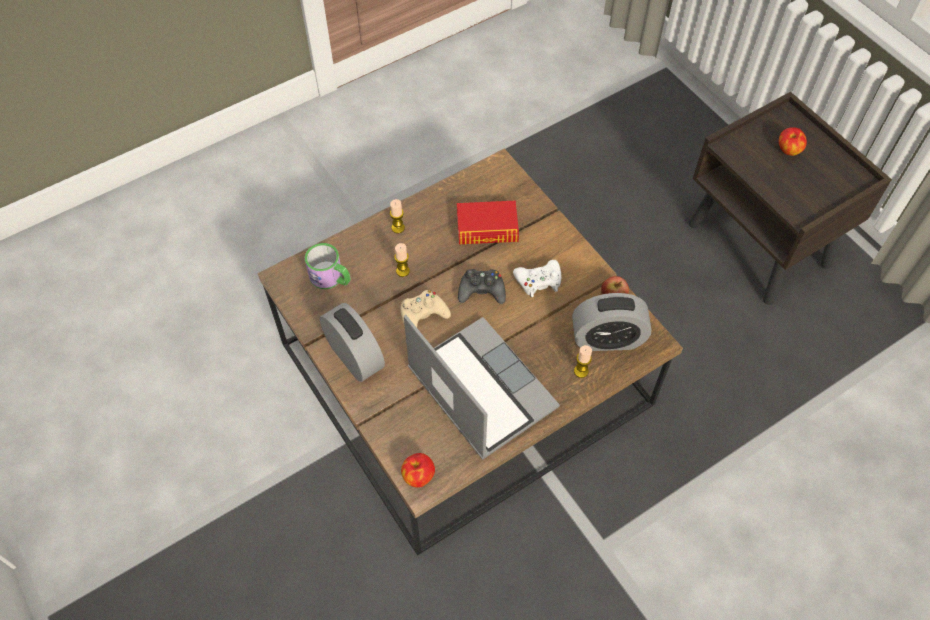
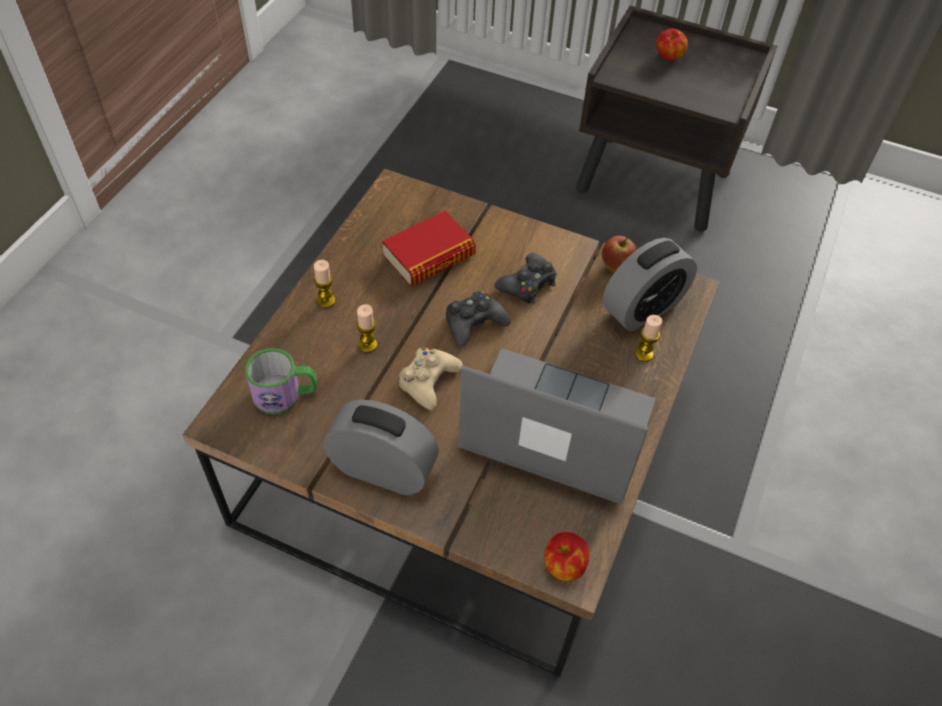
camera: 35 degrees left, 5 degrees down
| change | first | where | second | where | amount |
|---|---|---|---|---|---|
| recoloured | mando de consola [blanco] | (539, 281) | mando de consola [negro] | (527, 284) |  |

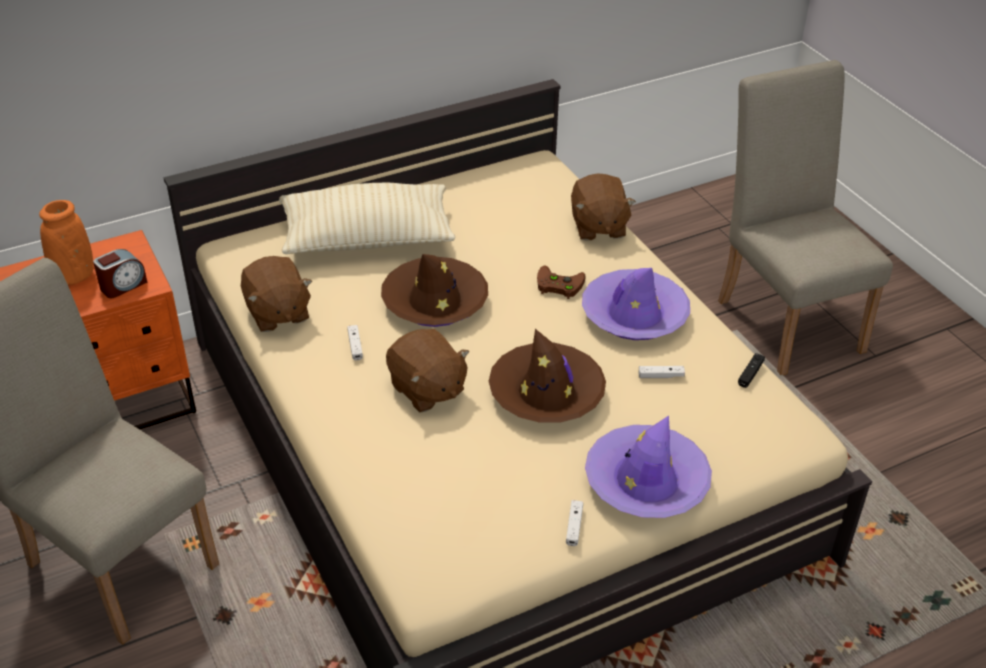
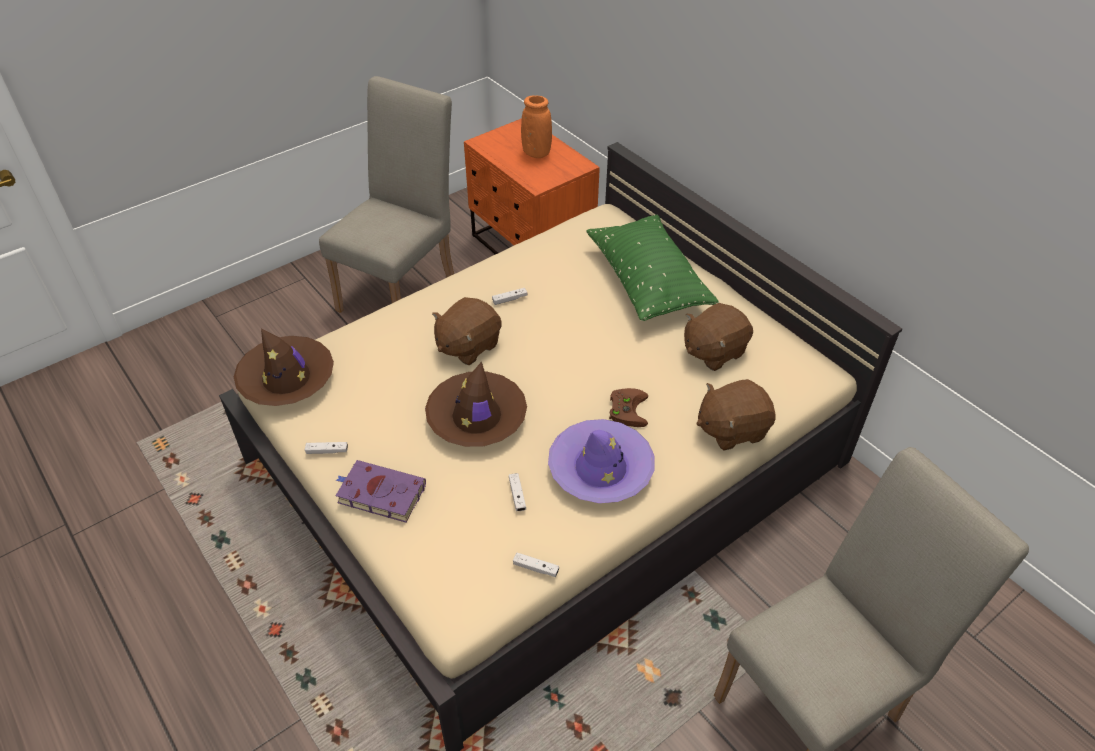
camera: 80 degrees right, 5 degrees up
| change | first | where | second | where | amount |
|---|---|---|---|---|---|
| removed | despertador | (123, 286) |  |  |  |
| moved | peluche [marrón] | (277, 313) |  | (713, 351) |  |
| moved | sombrero [marrón] | (435, 301) |  | (287, 379) |  |
| replaced | sombrero [morado] | (646, 481) | libro [morado] | (379, 493) |  |
| recoloured | cojín [beis] | (367, 238) | cojín [verde] | (647, 282) |  |
| recoloured | mando de consola [negro] | (750, 374) | mando de consola [blanco] | (536, 568) |  |

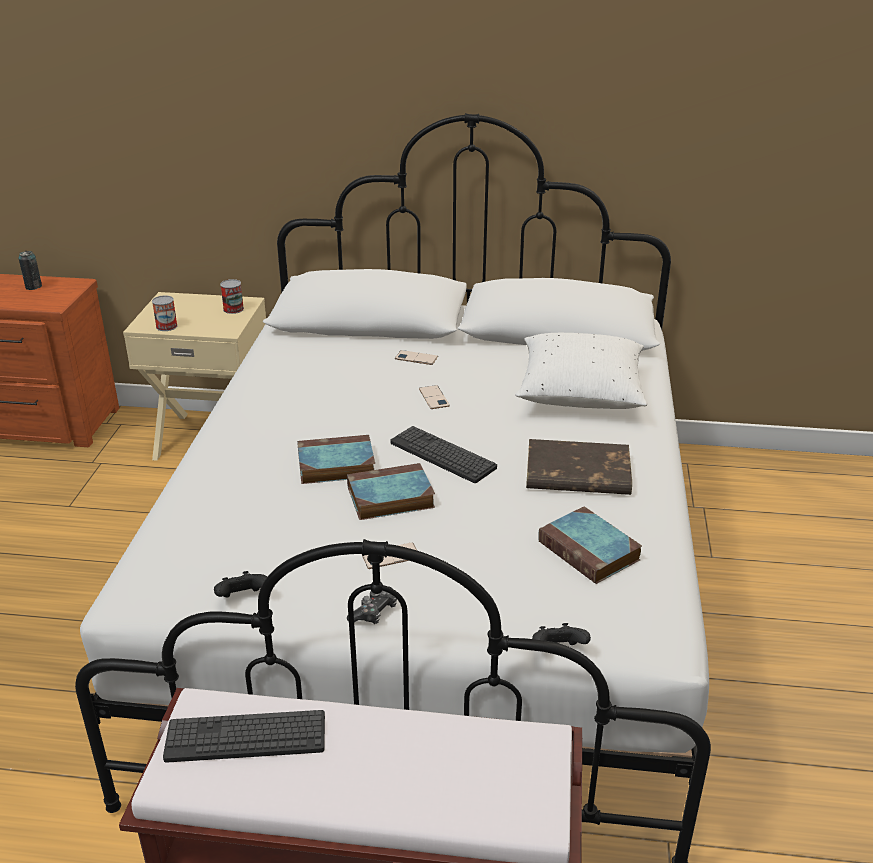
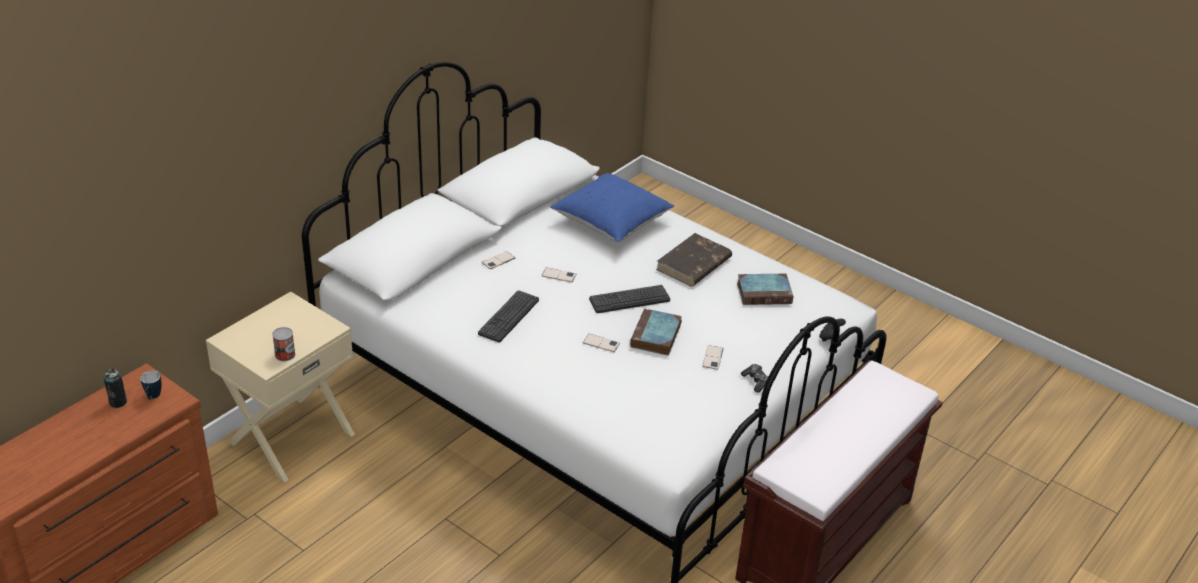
camera: 60 degrees left, 5 degrees up
| change | first | where | second | where | amount |
|---|---|---|---|---|---|
| removed | mando de consola [negro] | (242, 598) |  |  |  |
| removed | lata | (233, 309) |  |  |  |
| added |  |  | taza grande | (153, 397) |  |
| moved | teclado | (246, 737) |  | (509, 317) |  |
| replaced | libro | (334, 465) | móvil | (601, 343) |  |
| recoloured | cojín [blanco] | (580, 394) | cojín [azul] | (611, 223) |  |

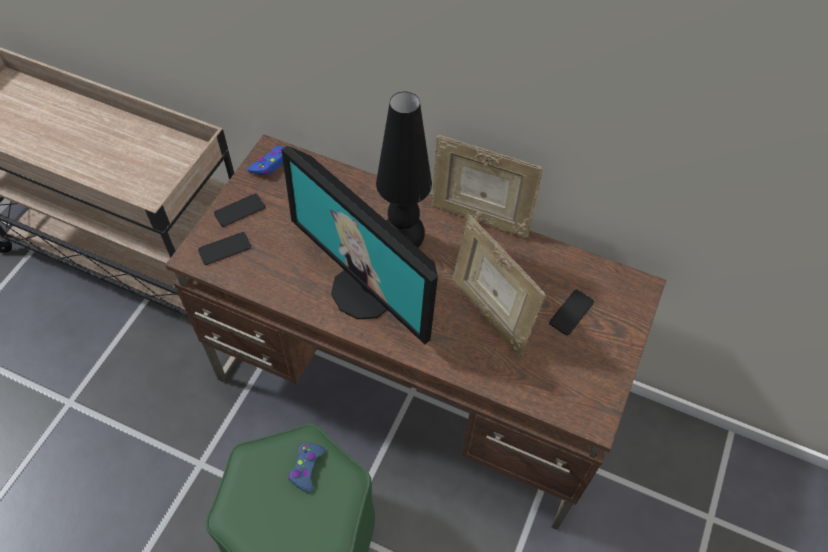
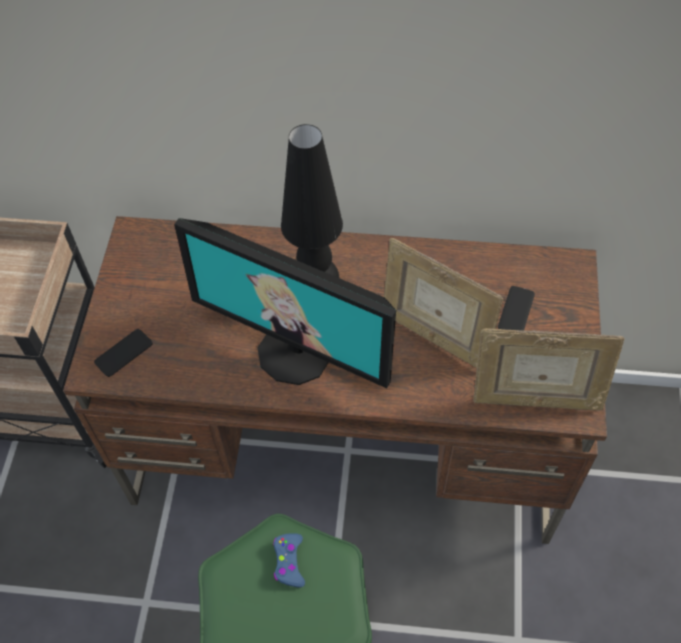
camera: 15 degrees left, 0 degrees up
| change | first | where | second | where | amount |
|---|---|---|---|---|---|
| removed | móvil | (239, 210) |  |  |  |
| removed | mando de consola [azul] | (270, 164) |  |  |  |
| moved | portarretratos | (479, 217) |  | (535, 400) |  |

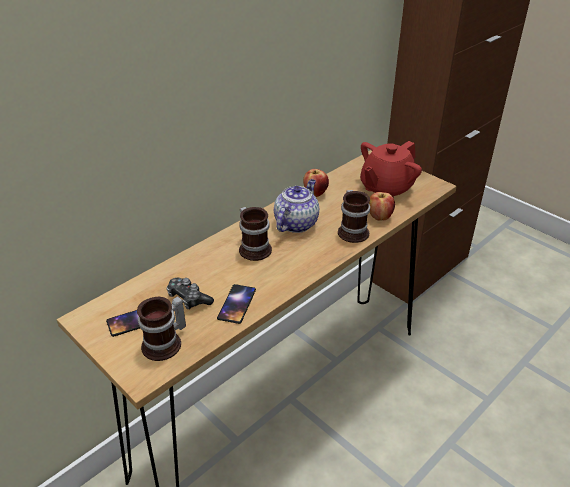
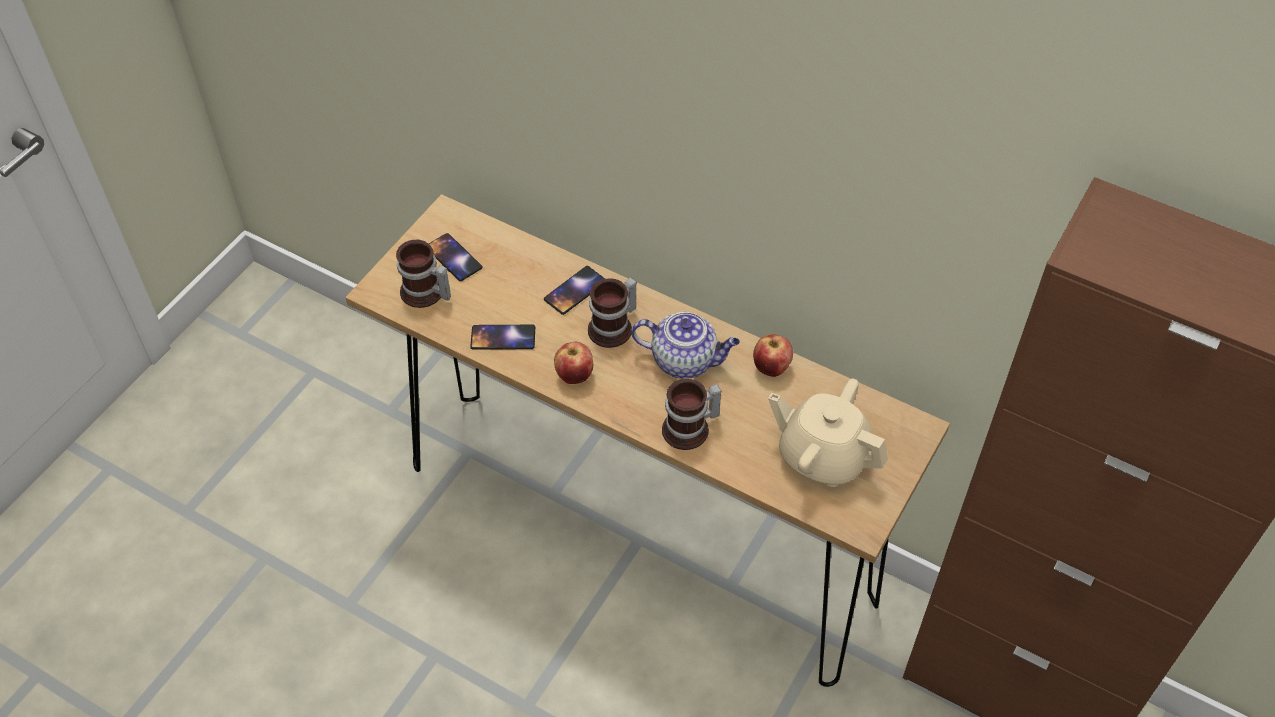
camera: 75 degrees right, 15 degrees up
| change | first | where | second | where | amount |
|---|---|---|---|---|---|
| removed | mando de consola | (189, 298) |  |  |  |
| added |  |  | móvil | (575, 290) |  |
| moved | manzana | (380, 217) |  | (575, 375) |  |
| recoloured | tetera [rojo] | (386, 188) | tetera [beis] | (822, 456) |  |

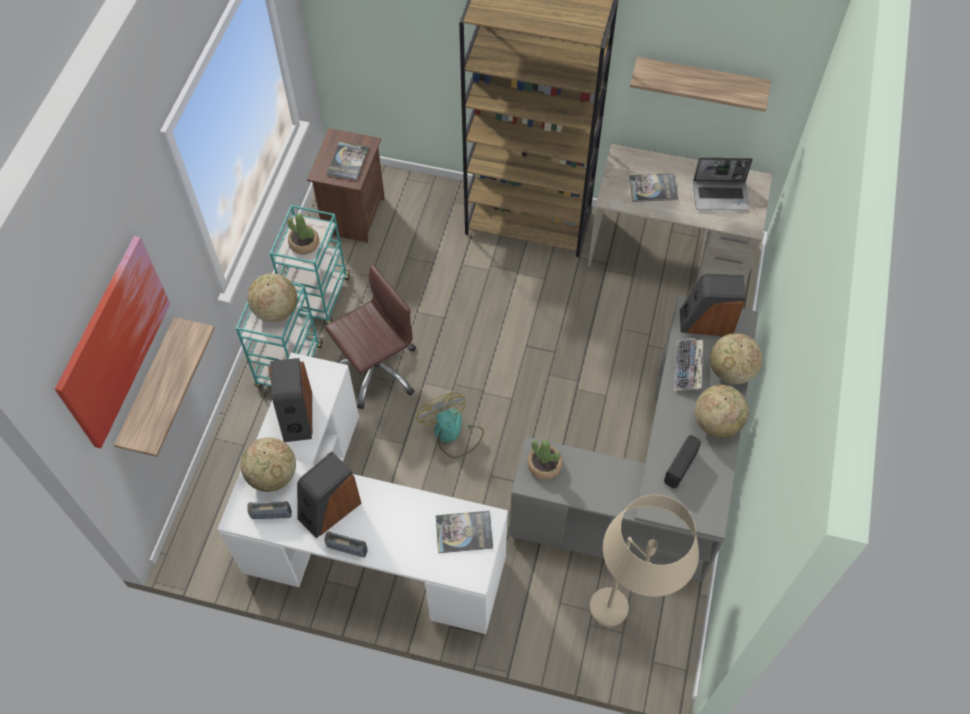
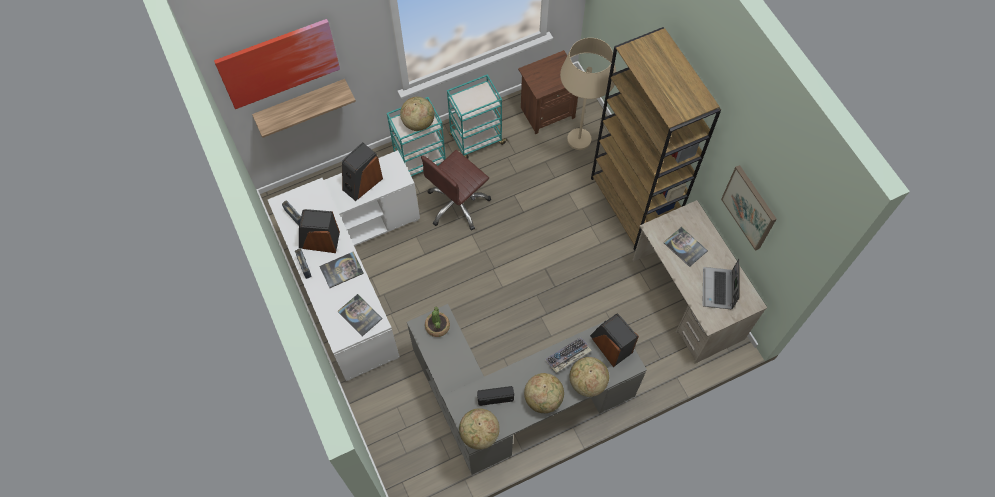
camera: 50 degrees right, 5 degrees up
| change | first | where | second | where | amount |
|---|---|---|---|---|---|
| removed | planta en maceta | (304, 244) |  |  |  |
| removed | ventilador | (452, 433) |  |  |  |
| moved | globo terráqueo | (273, 476) |  | (479, 434) |  |
| moved | libro | (348, 161) |  | (341, 270) |  |
| moved | lámpara de pie [beis] | (624, 623) |  | (577, 151) |  |
| replaced | estante | (700, 82) | cuadro | (749, 207) |  |
| turned | silla de oficina [marrón] | (376, 370) |  | (458, 204) | 120 degrees clockwise |
| turned | portátil | (721, 195) |  | (718, 289) | 45 degrees clockwise |

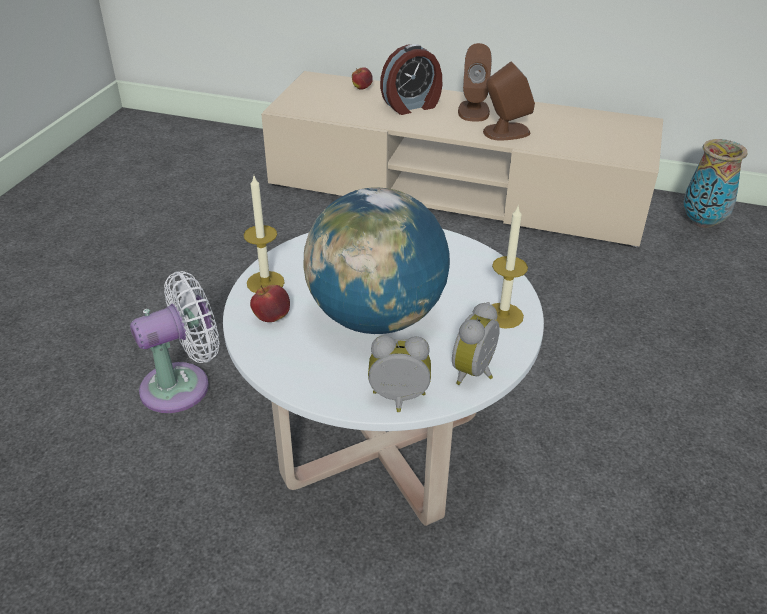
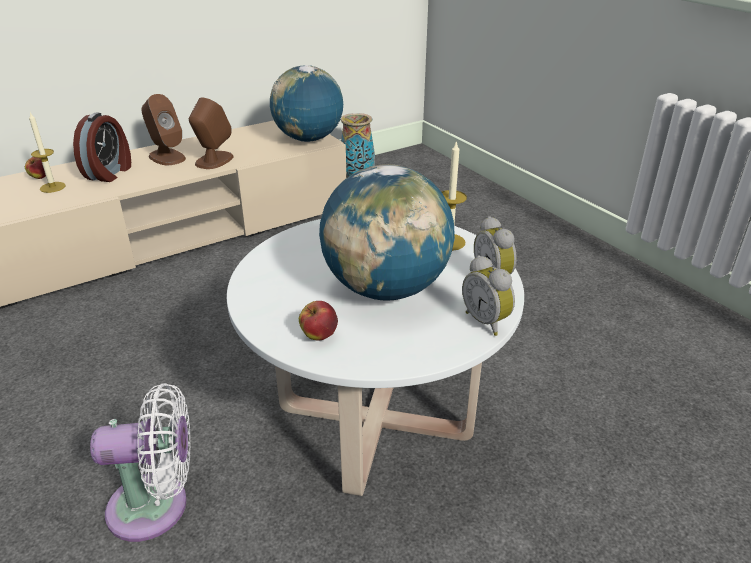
camera: 50 degrees left, 5 degrees down
| change | first | where | second | where | amount |
|---|---|---|---|---|---|
| added |  |  | globo terráqueo | (308, 139) |  |
| moved | vela | (265, 282) |  | (52, 187) |  |
| turned | ventilador [blanco] | (182, 385) |  | (156, 506) | 75 degrees clockwise |
| turned | despertador | (398, 400) |  | (487, 321) | 75 degrees counterclockwise |

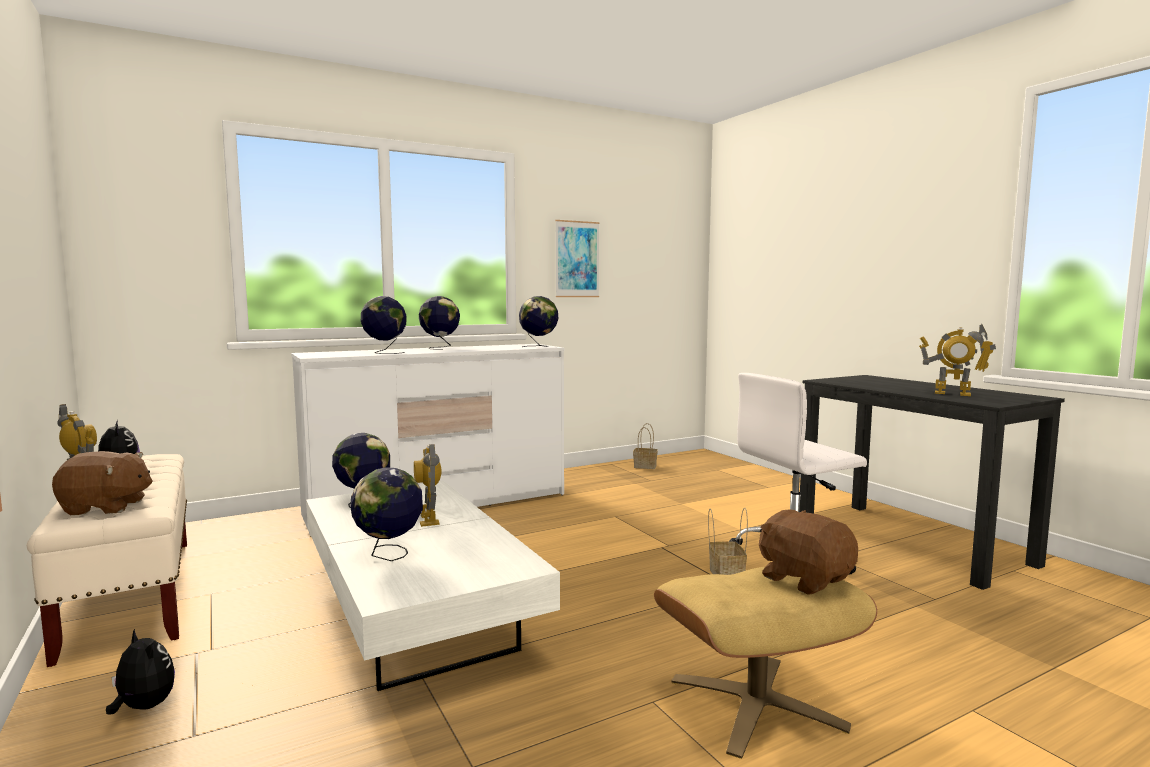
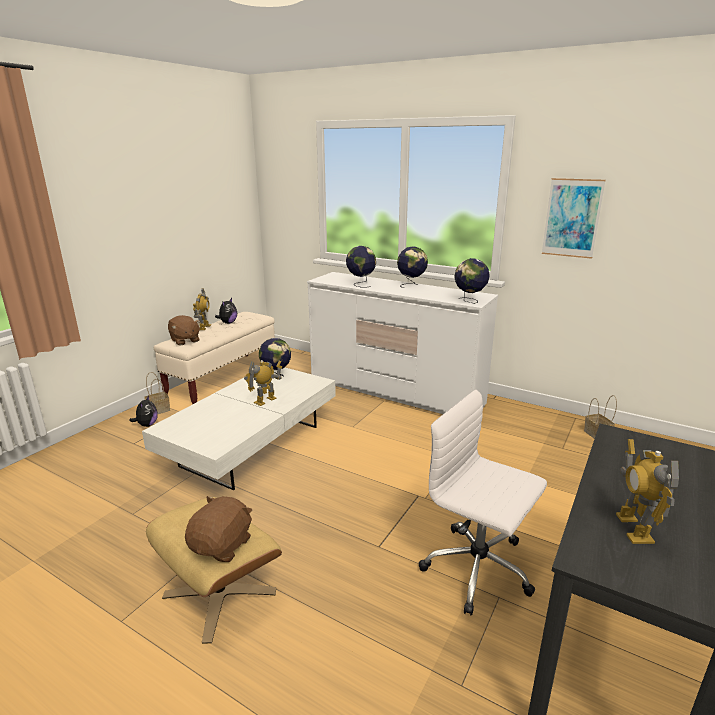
camera: 60 degrees right, 15 degrees up
| change | first | where | second | where | amount |
|---|---|---|---|---|---|
| removed | globo terráqueo | (389, 555) |  |  |  |
| moved | cesta | (725, 574) |  | (159, 410) |  |

